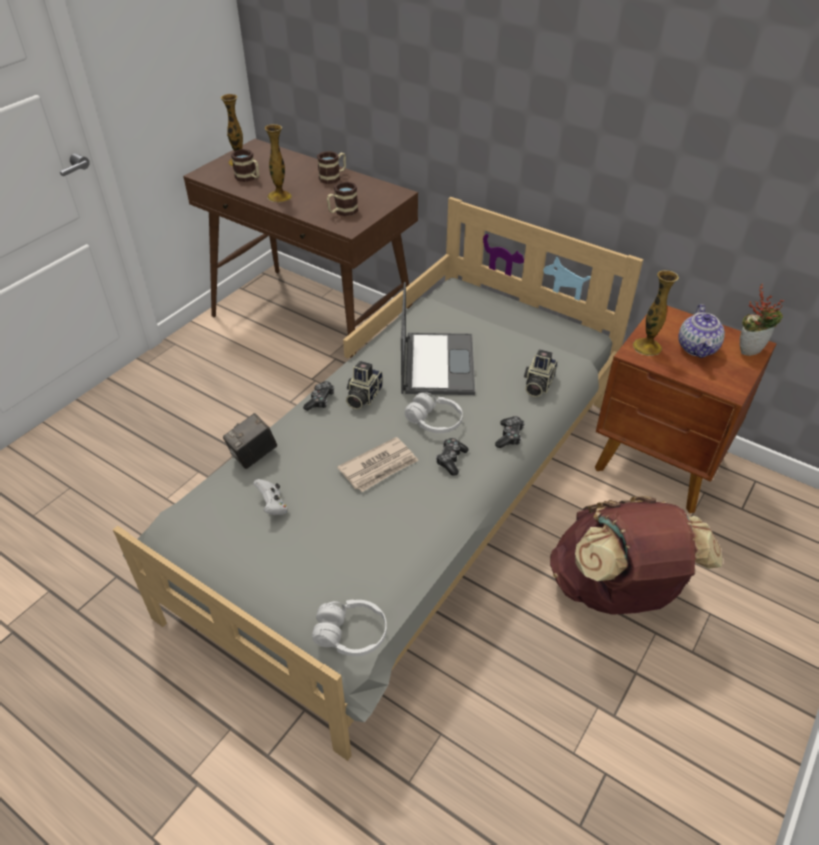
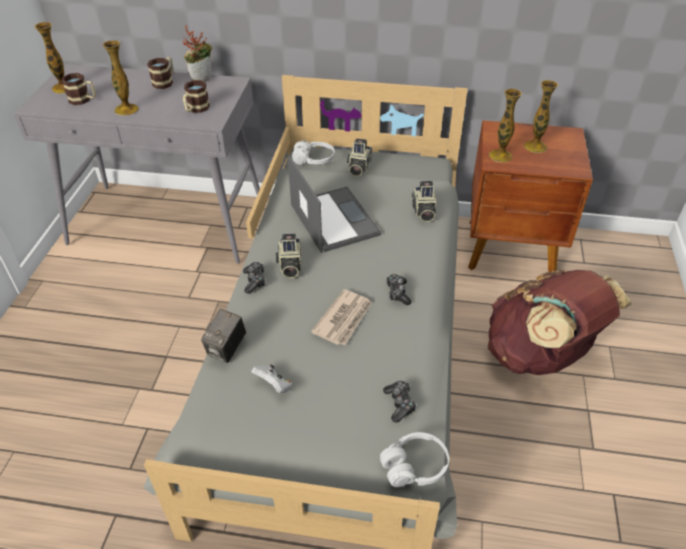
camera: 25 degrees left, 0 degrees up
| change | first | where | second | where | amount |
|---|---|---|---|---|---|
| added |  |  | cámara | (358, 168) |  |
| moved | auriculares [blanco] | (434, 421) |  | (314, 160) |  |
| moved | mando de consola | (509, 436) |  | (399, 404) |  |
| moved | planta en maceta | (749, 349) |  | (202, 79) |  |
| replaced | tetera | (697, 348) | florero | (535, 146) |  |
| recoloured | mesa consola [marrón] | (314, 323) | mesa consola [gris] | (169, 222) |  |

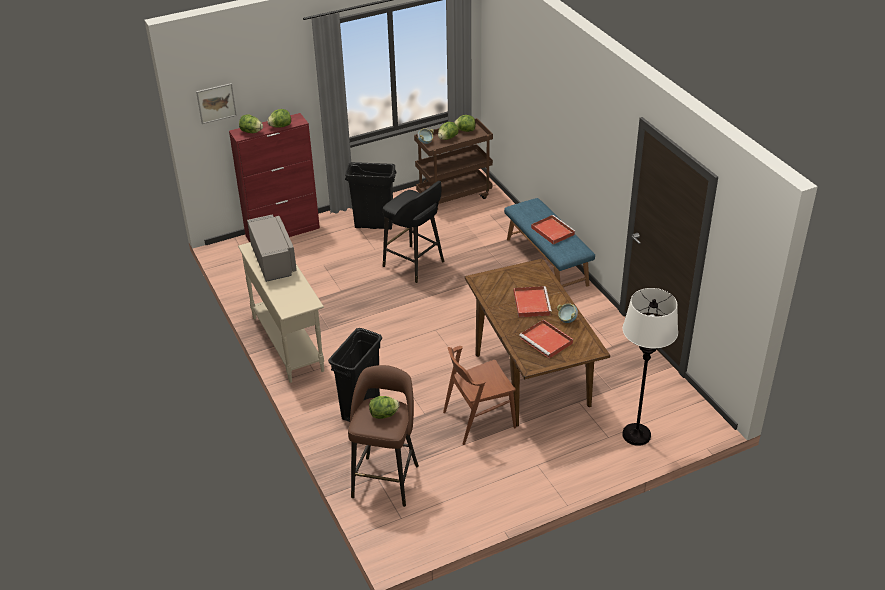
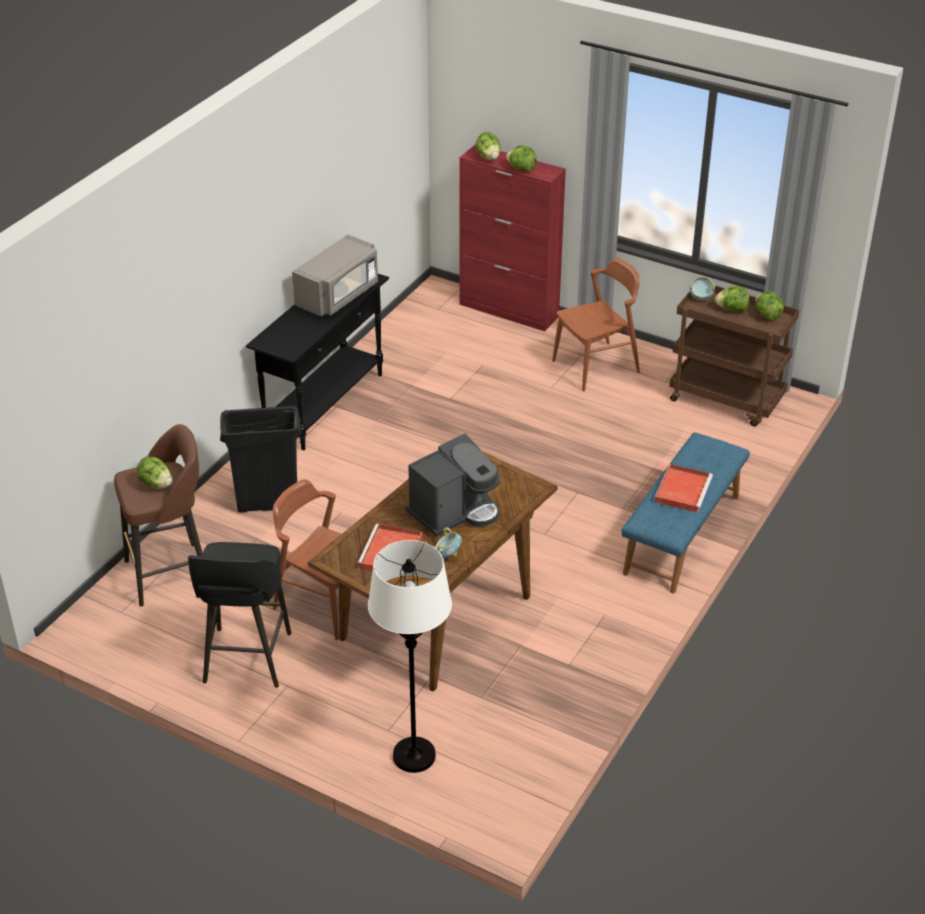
camera: 55 degrees right, 0 degrees up
| change | first | where | second | where | amount |
|---|---|---|---|---|---|
| removed | cuadro | (216, 103) |  |  |  |
| moved | taburete [negro] | (415, 265) |  | (246, 660) |  |
| replaced | papelera [negro] | (374, 225) | silla [marrón] | (596, 366) |  |
| replaced | bandeja [rojo] | (531, 303) | cafetera | (454, 512) |  |
| recoloured | mesa consola [beis] | (288, 343) | mesa consola [negro] | (325, 404) |  |

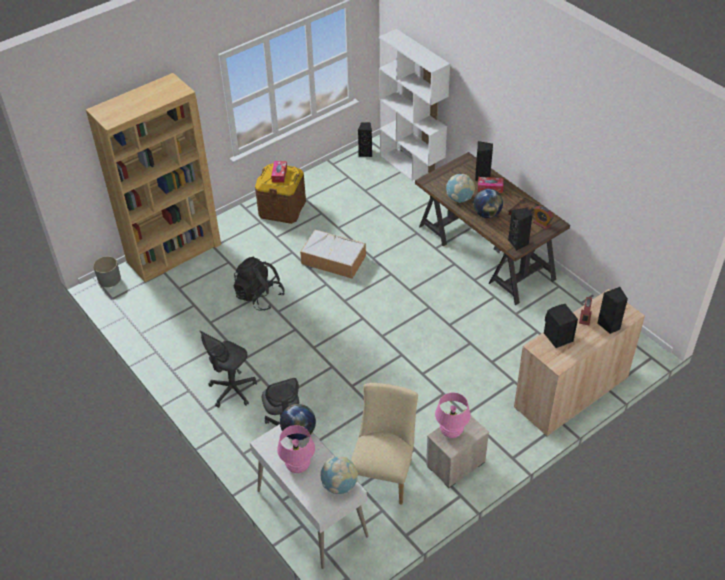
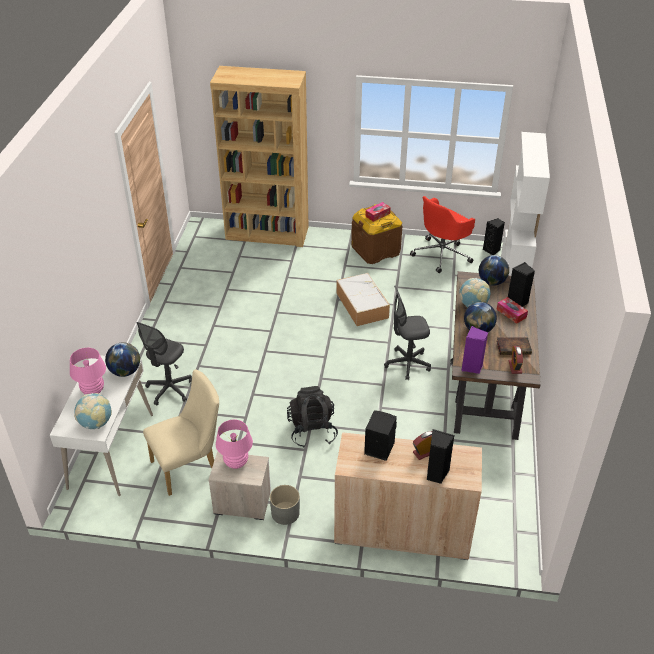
camera: 45 degrees right, 5 degrees down
| change | first | where | second | where | amount |
|---|---|---|---|---|---|
| added |  |  | silla de oficina [rojo] | (442, 254) |  |
| added |  |  | globo terráqueo | (492, 282) |  |
| moved | maceta [gris] | (109, 279) |  | (285, 513) |  |
| moved | silla de oficina [gris] | (232, 390) |  | (407, 364) |  |
| moved | mochila [negro] | (259, 296) |  | (312, 431) |  |
| recoloured | altavoz [negro] | (518, 243) | altavoz [morado] | (472, 367) |  |

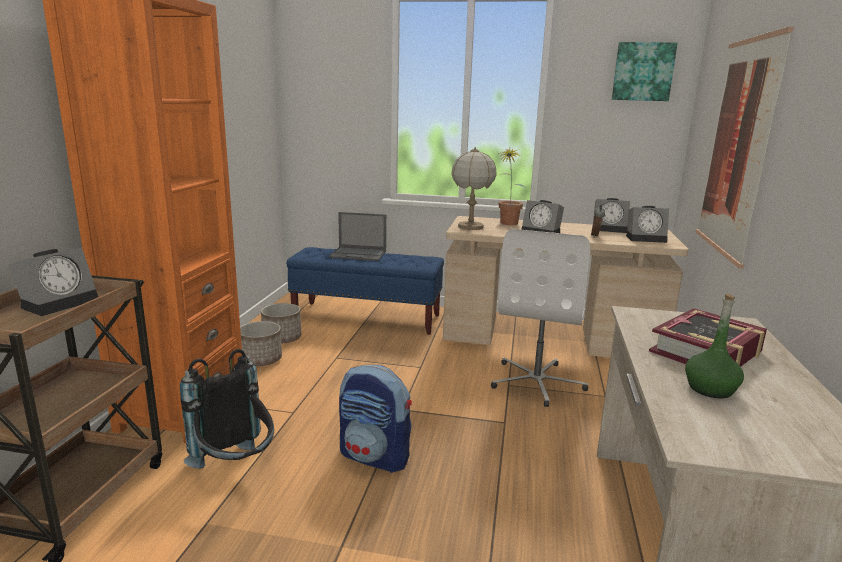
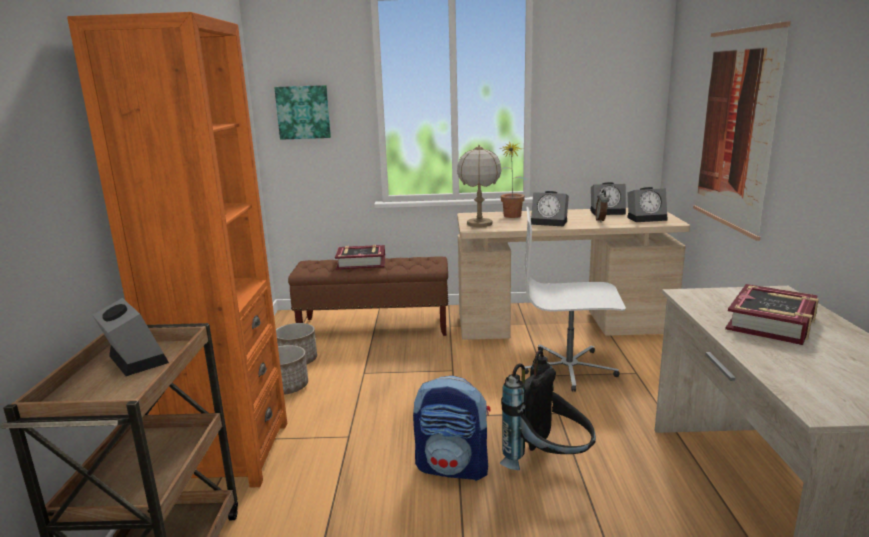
camera: 10 degrees left, 0 degrees up
| change | first | where | second | where | amount |
|---|---|---|---|---|---|
| removed | botella [verde] | (710, 389) |  |  |  |
| moved | mochila [negro] | (236, 469) |  | (549, 465) |  |
| moved | cuadro | (643, 72) |  | (303, 112) |  |
| replaced | portátil | (359, 254) | libro | (361, 262) |  |
| recoloured | banco [azul] | (367, 318) | banco [marrón] | (374, 327) |  |
| turned | despertador | (61, 302) |  | (134, 359) | 60 degrees counterclockwise |
| turned | silla de oficina [blanco] | (537, 382) |  | (569, 368) | 90 degrees clockwise |

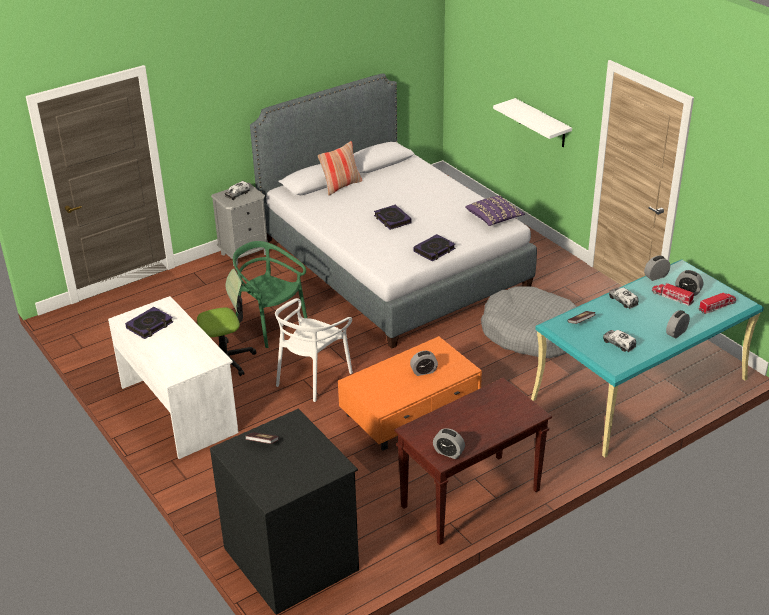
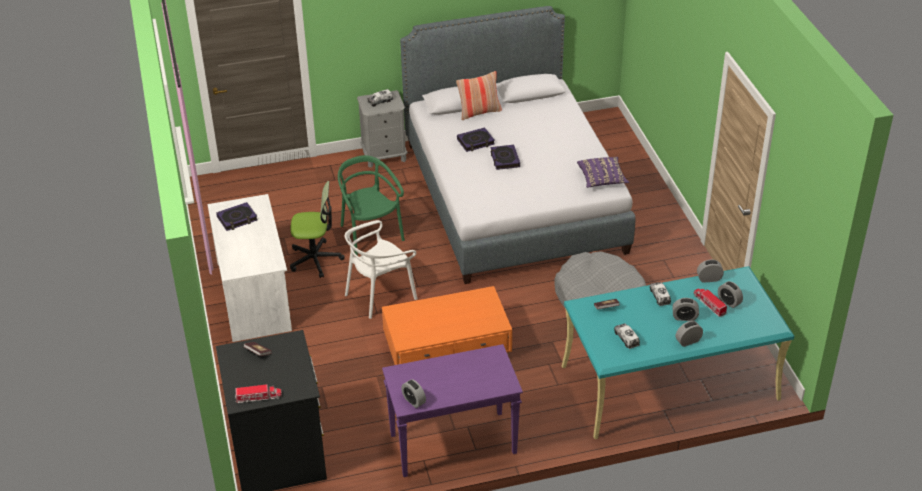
camera: 20 degrees right, 5 degrees up
| change | first | where | second | where | amount |
|---|---|---|---|---|---|
| removed | estante [blanco] | (542, 123) |  |  |  |
| moved | despertador | (423, 371) |  | (684, 317) |  |
| moved | libro | (434, 250) |  | (475, 142) |  |
| moved | camión de juguete | (717, 307) |  | (258, 397) |  |
| recoloured | mesa consola [marrón] | (470, 500) | mesa consola [morado] | (452, 445) |  |

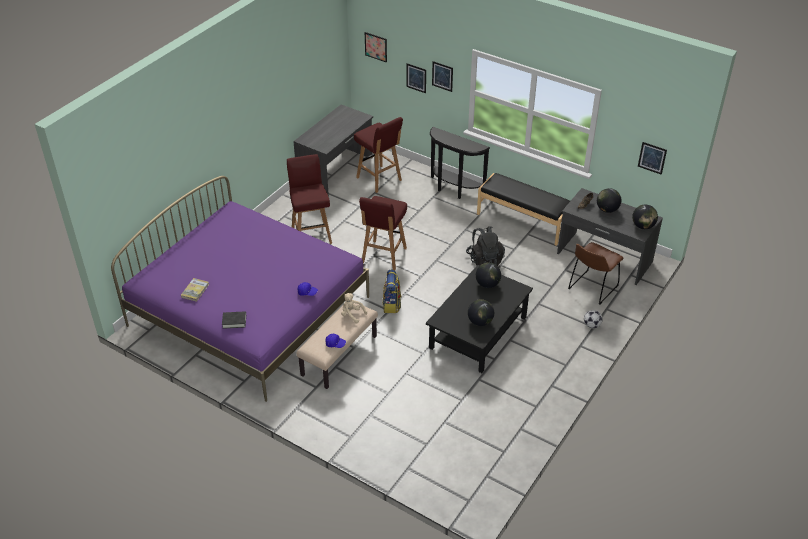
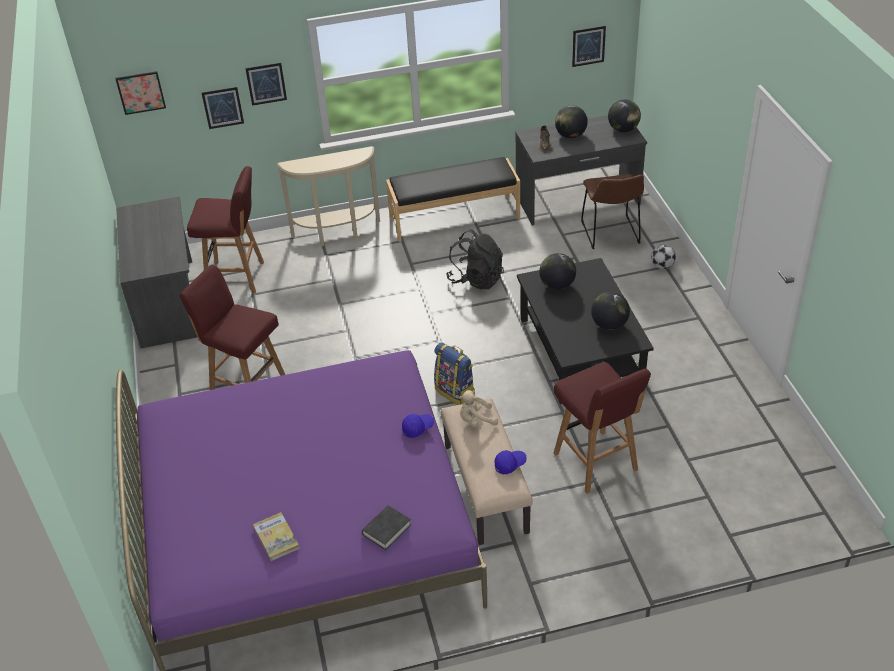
camera: 45 degrees left, 0 degrees up
| change | first | where | second | where | amount |
|---|---|---|---|---|---|
| moved | taburete [rojo] | (383, 256) |  | (596, 463) |  |
| recoloured | mesa consola [negro] | (454, 190) | mesa consola [beis] | (338, 234) |  |

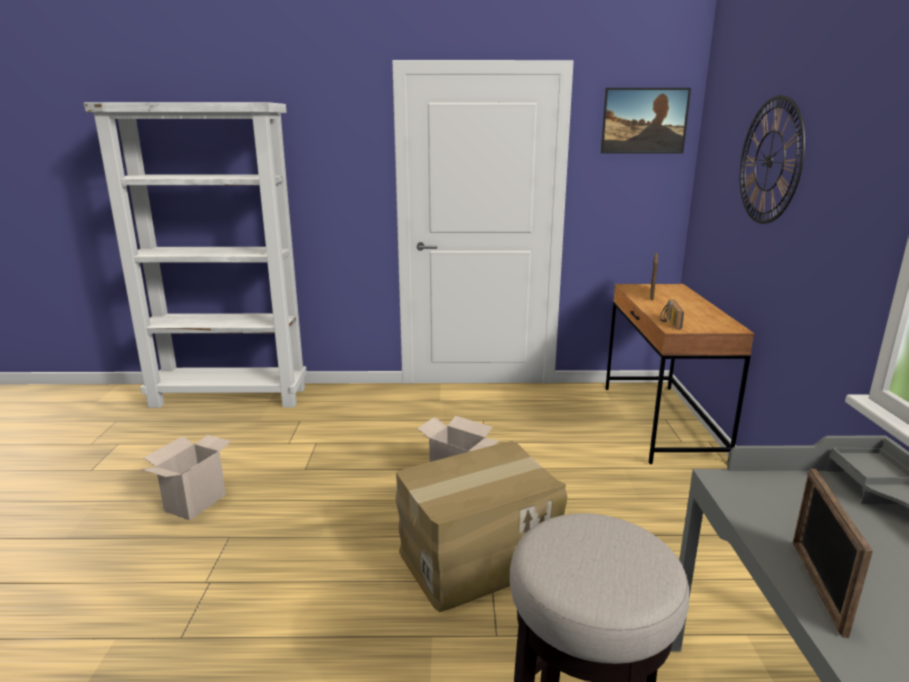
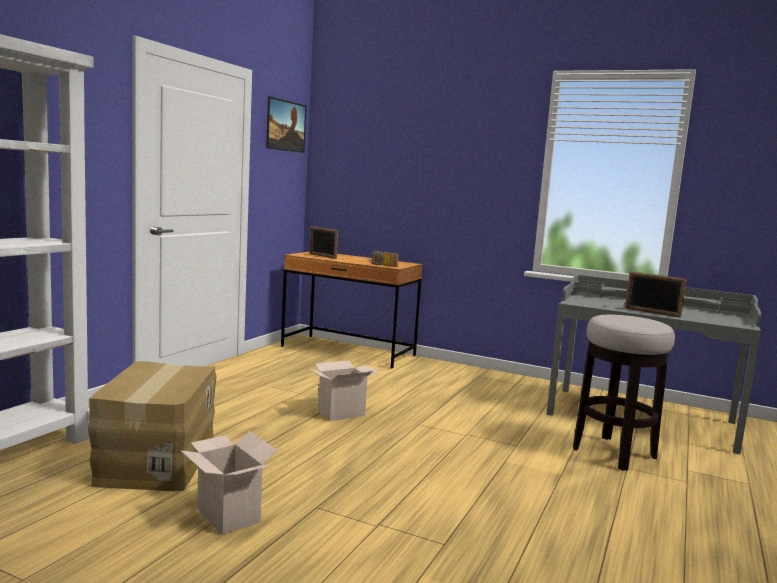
camera: 65 degrees left, 10 degrees down
| change | first | where | second | where | amount |
|---|---|---|---|---|---|
| removed | reloj de pared | (769, 161) |  |  |  |
| moved | caja de cartón | (477, 557) |  | (156, 460) |  |

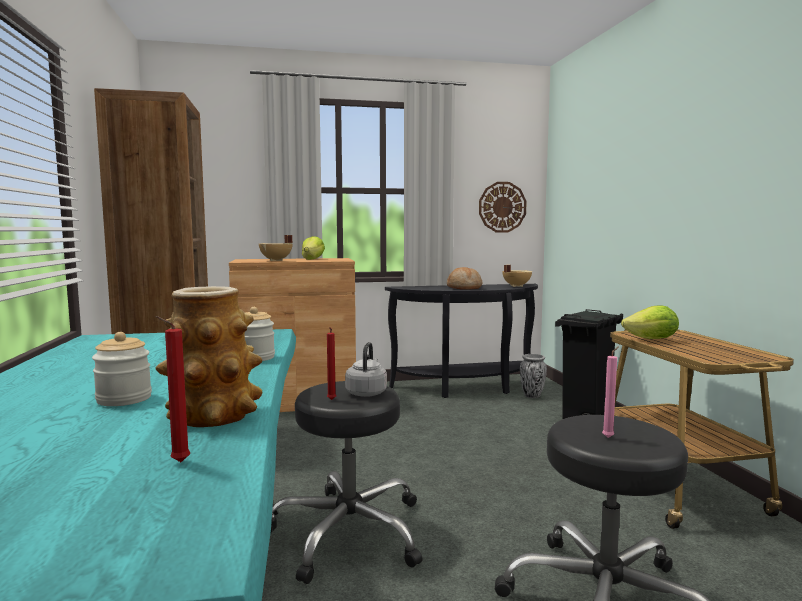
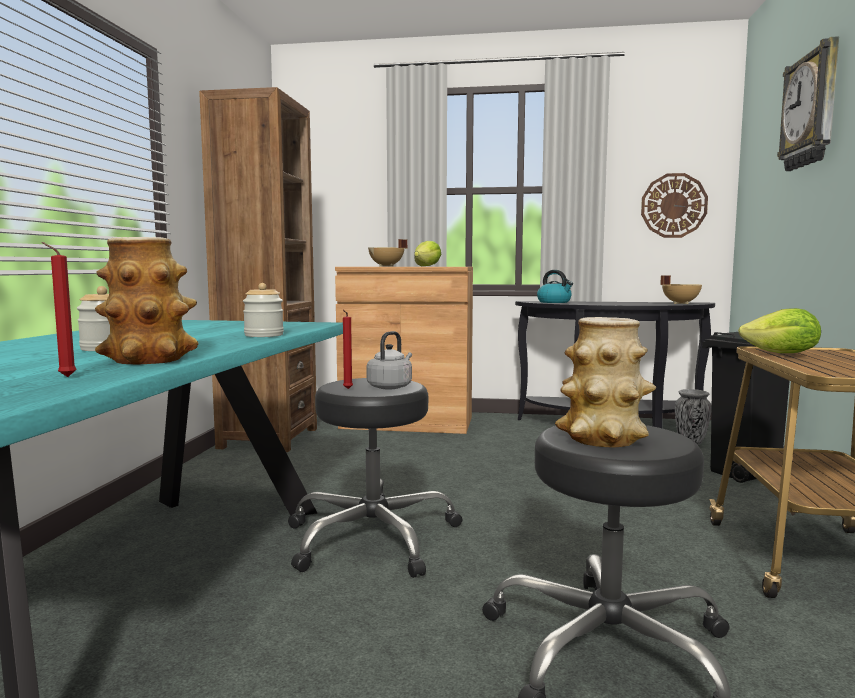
camera: 20 degrees right, 0 degrees up
| change | first | where | second | where | amount |
|---|---|---|---|---|---|
| removed | pan | (464, 288) |  |  |  |
| added |  |  | hervidor | (554, 302) |  |
| added |  |  | reloj de pared | (812, 110) |  |
| replaced | vela [rosa] | (609, 437) | florero | (603, 439) |  |

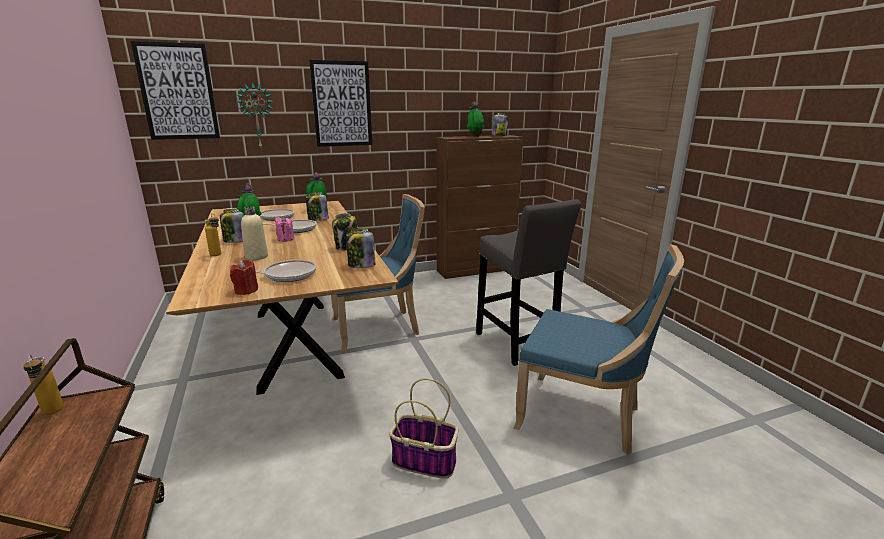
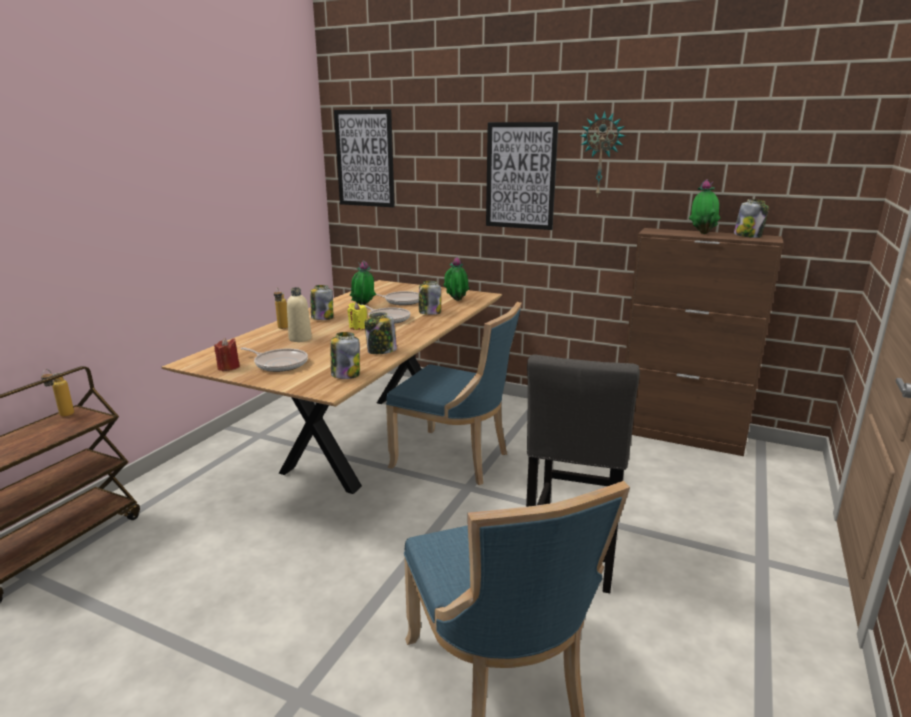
camera: 45 degrees right, 0 degrees up
| change | first | where | second | where | amount |
|---|---|---|---|---|---|
| removed | cesta | (425, 461) |  |  |  |
| moved | reloj de pared | (256, 116) |  | (601, 155) |  |
| recoloured | vela [rosa] | (285, 239) | vela [amarillo] | (358, 327) |  |

